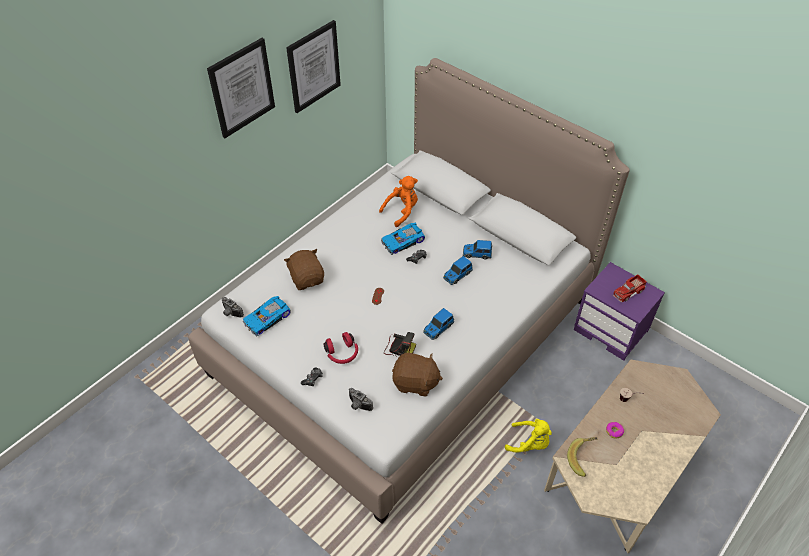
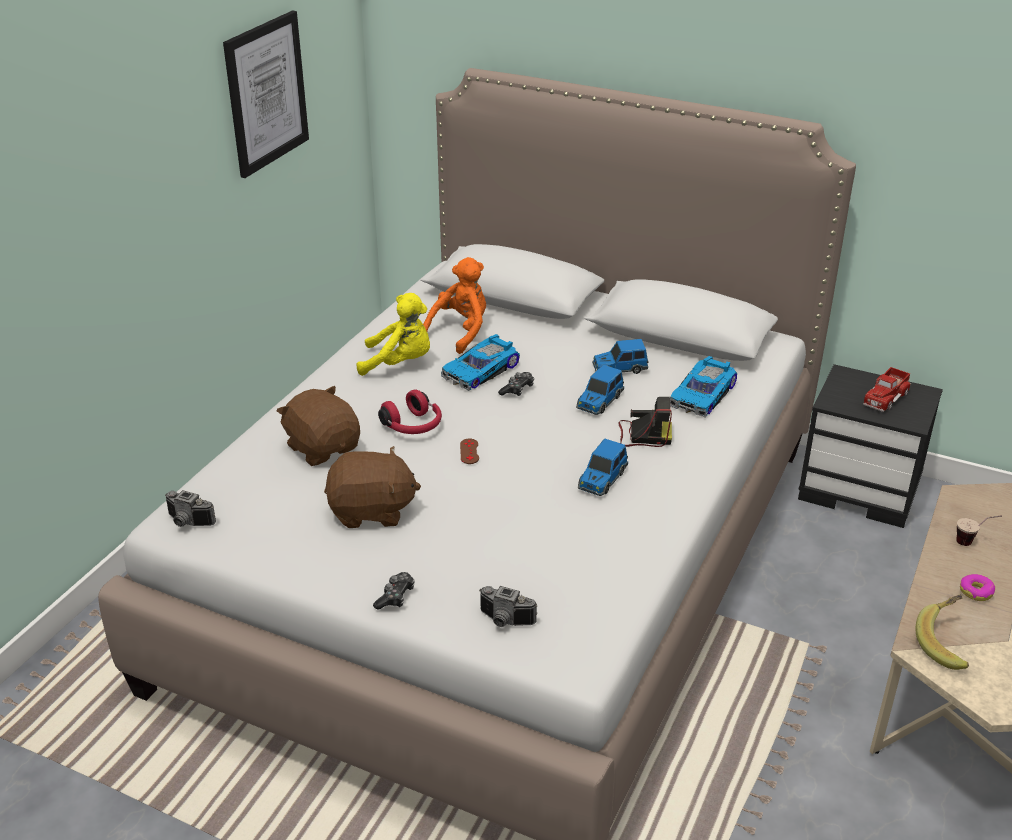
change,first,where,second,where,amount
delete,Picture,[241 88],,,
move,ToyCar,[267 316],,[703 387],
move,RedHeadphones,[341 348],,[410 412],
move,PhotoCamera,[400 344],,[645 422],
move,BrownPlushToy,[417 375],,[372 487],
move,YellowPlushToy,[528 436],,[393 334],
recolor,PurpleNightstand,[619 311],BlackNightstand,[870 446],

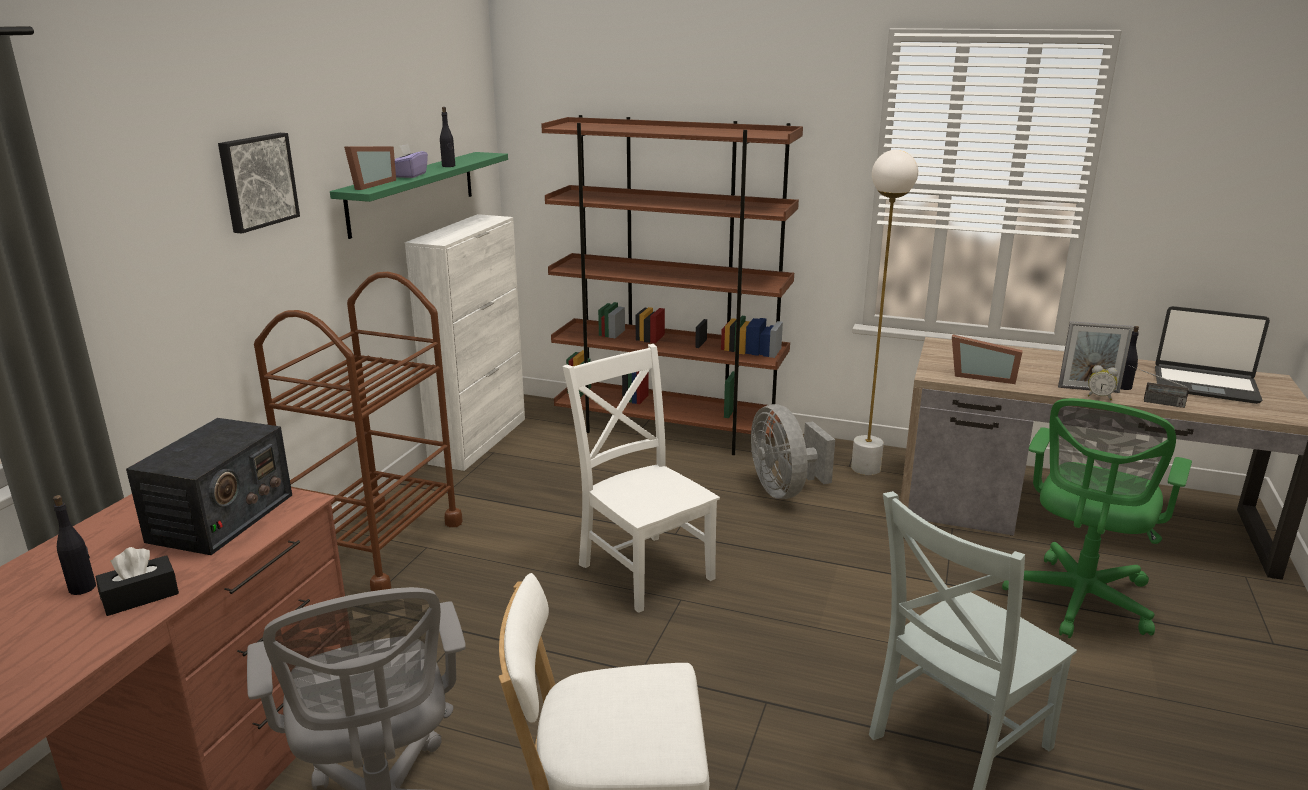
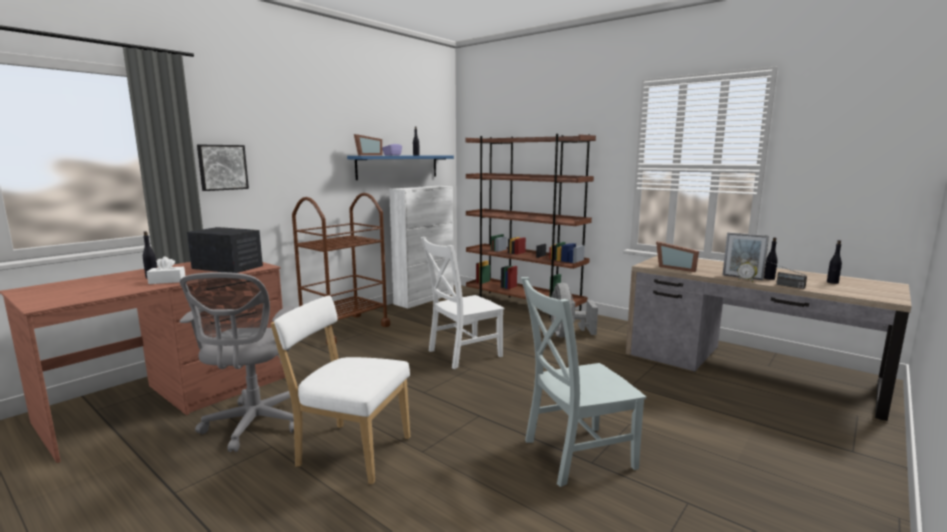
change,first,where,second,where,amount
delete,WhiteFloorLamp,[884 312],,,
delete,GreenOfficeChair,[1097 518],,,
move,Picture,[259 183],,[223 168],
replace,Laptop,[1212 355],BlackBottle,[834 262],
recolor,BlackTissueBox,[137 581],WhiteTissueBox,[166 270],
recolor,GreenShelf,[419 195],BlueShelf,[400 168],
rotate,Radio,[209 486],,[225 250],105 degrees counterclockwise
rotate,WhiteChair,[641 478],,[462 303],105 degrees counterclockwise

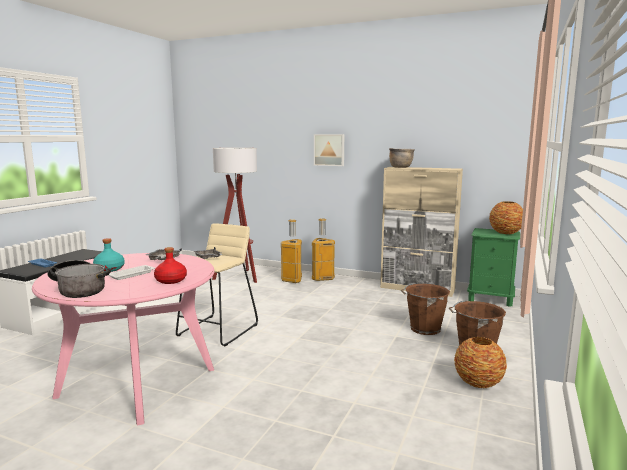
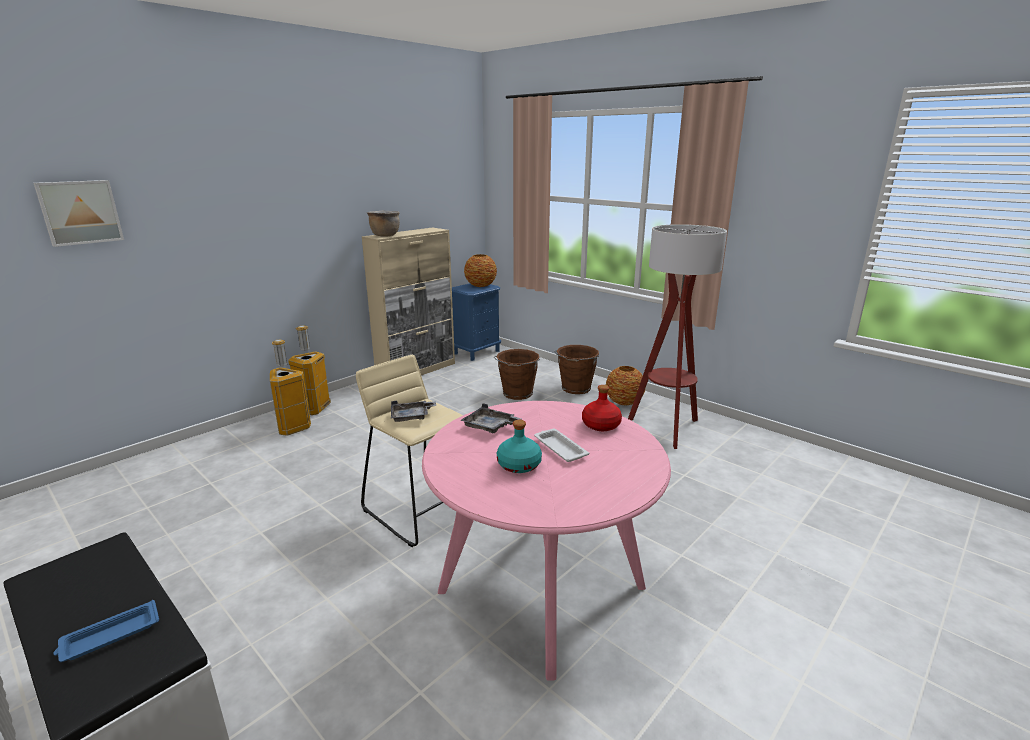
change,first,where,second,where,amount
delete,CookingPot,[79 279],,,
move,FloorLamp,[234 215],,[677 336],
move,Picture,[329 150],,[79 213],
recolor,GreenNightstand,[493 267],BlueNightstand,[476 322],

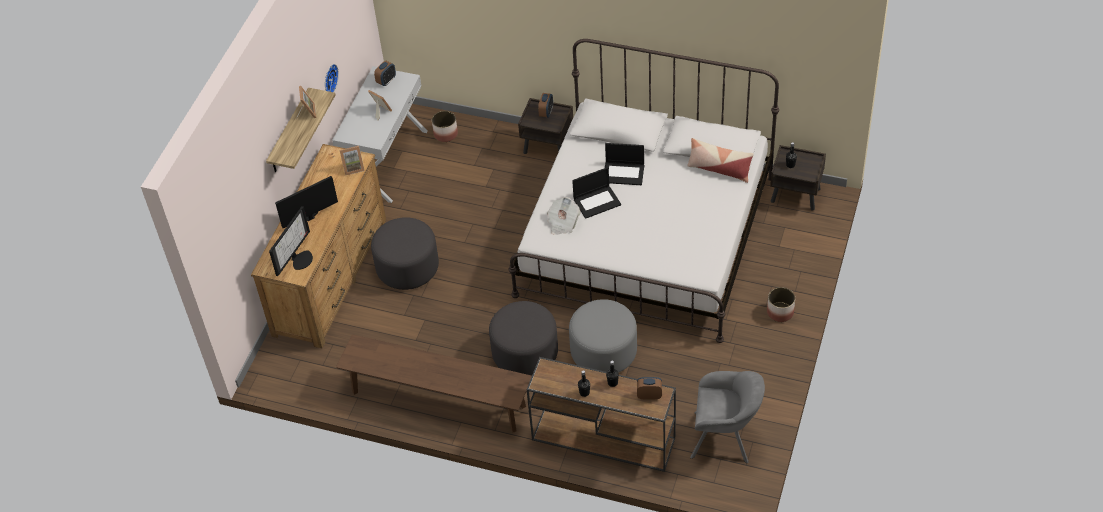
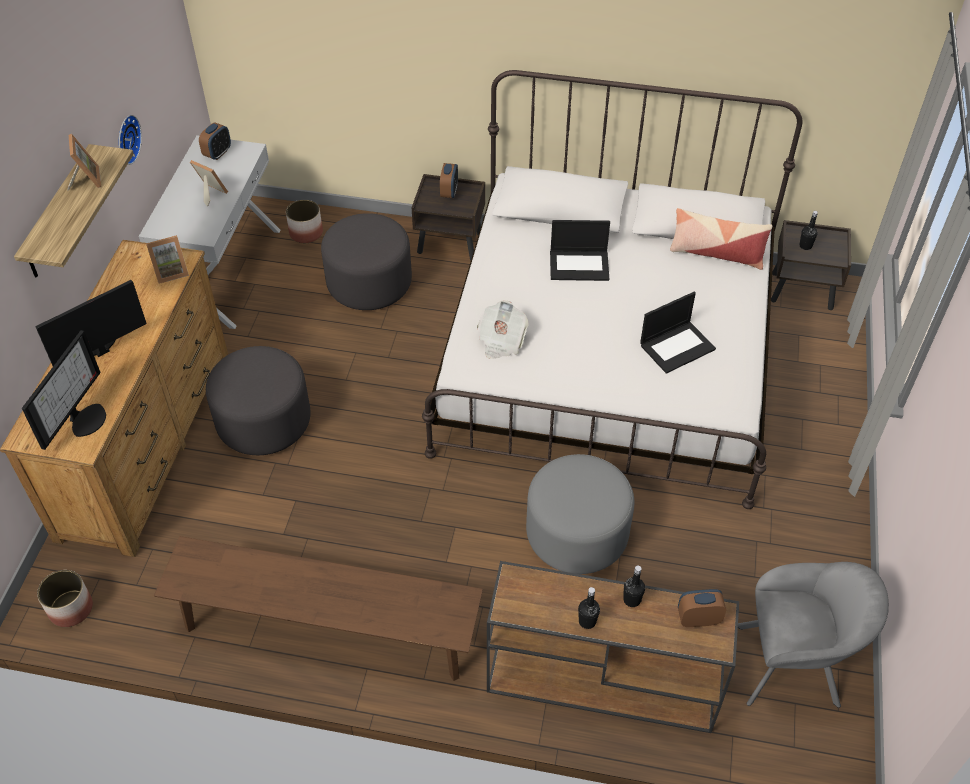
change,first,where,second,where,amount
move,GreyOttoman,[523 338],,[366 261],
move,Laptop,[596 193],,[678 333],
move,Planter,[781 304],,[65 598],

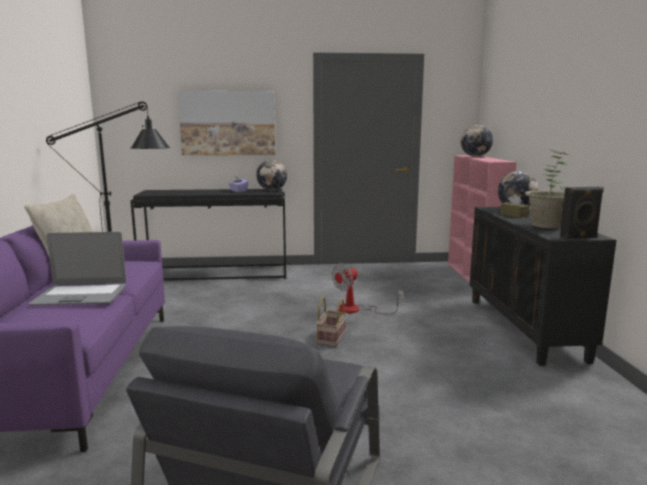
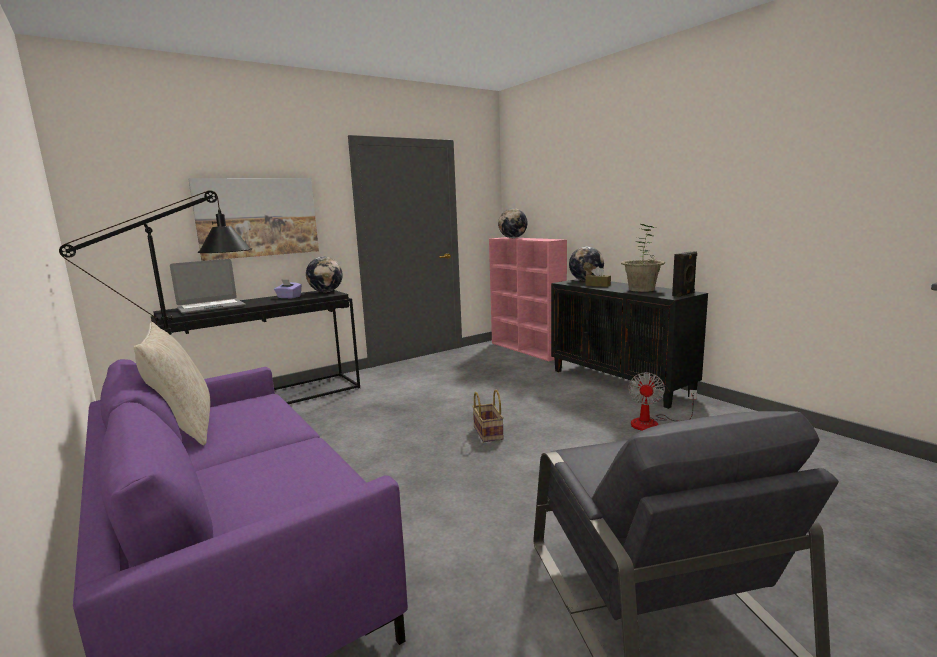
change,first,where,second,where,amount
move,Laptop,[77 268],,[207 286],
move,Fan,[367 289],,[662 401],

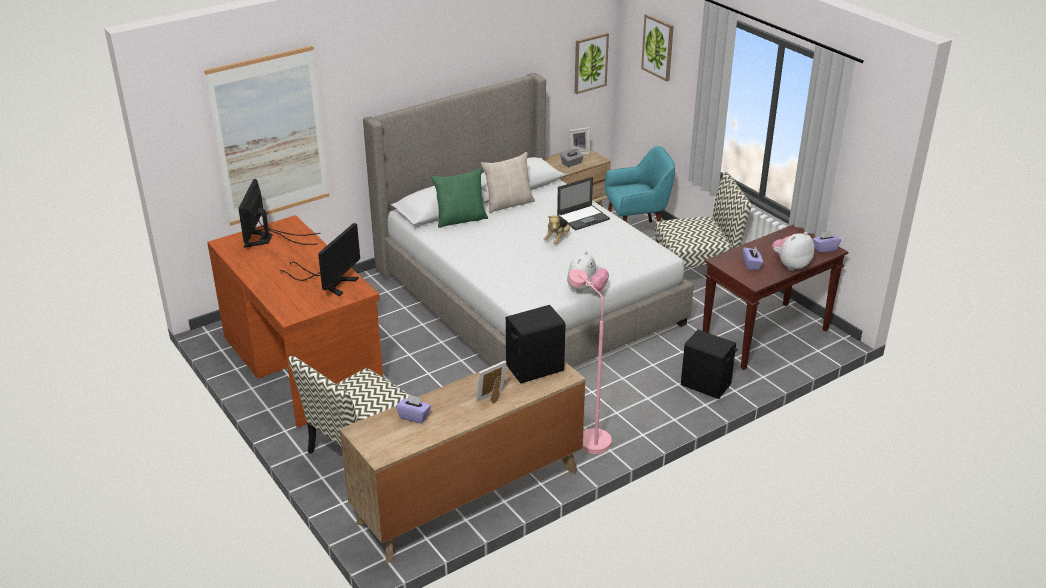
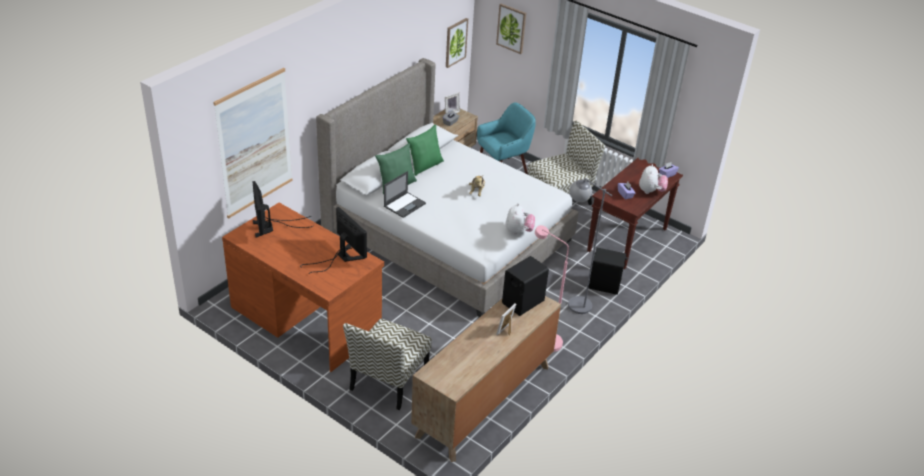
change,first,where,second,where,amount
delete,PurpleTissueBox,[413 409],,,
insert,,,GreyFloorLamp,[590 246],
move,Laptop,[583 204],,[405 194],
recolor,BeigePillow,[508 182],GreenPillow,[425 150],
rotate,Monitor,[320 259],,[333 240],45 degrees counterclockwise
rotate,PlushToy,[793 251],,[653 179],150 degrees clockwise

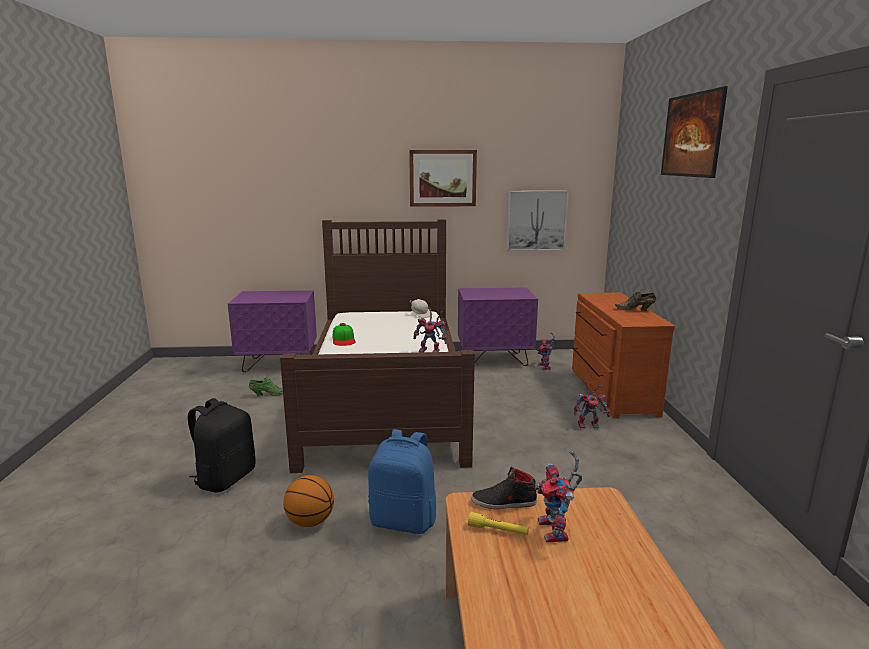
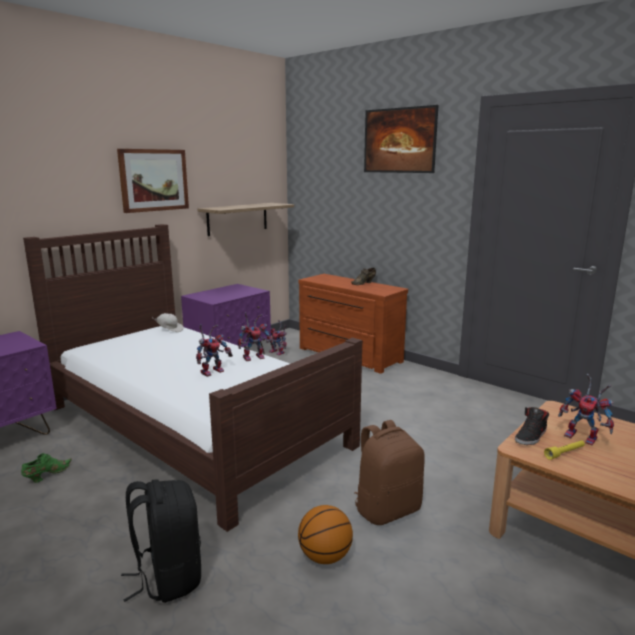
change,first,where,second,where,amount
delete,Cap,[344 334],,,
move,ToyRobot,[592 404],,[214 350],
replace,Picture,[538 221],Shelf,[245 219],
recolor,BlueBackpack,[402 481],BrownBackpack,[390 472],

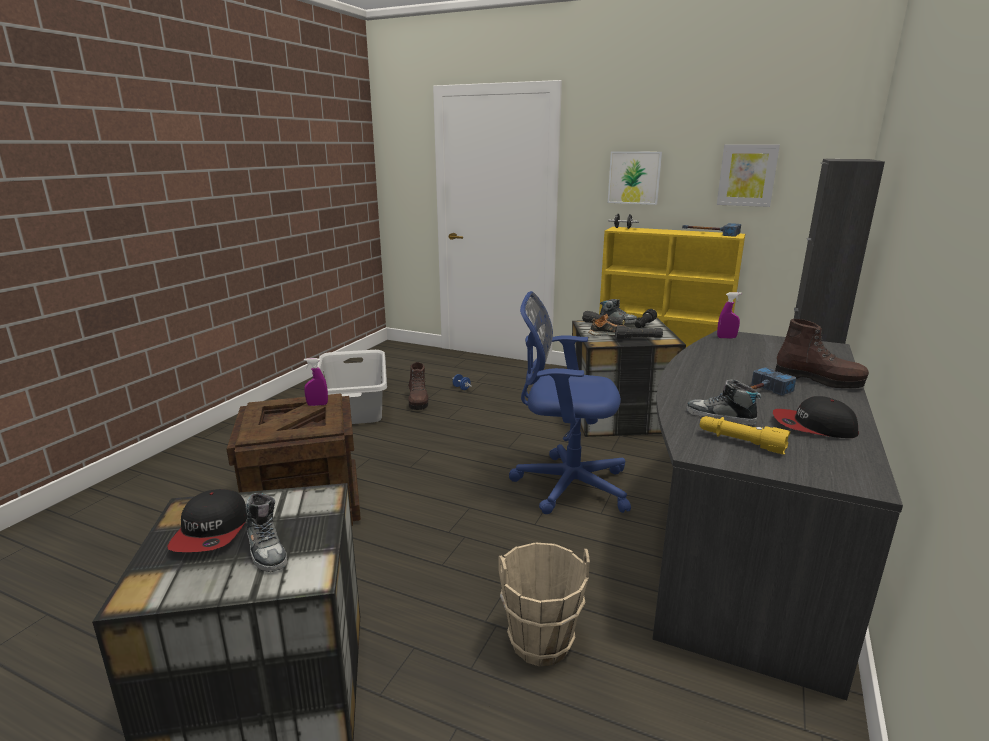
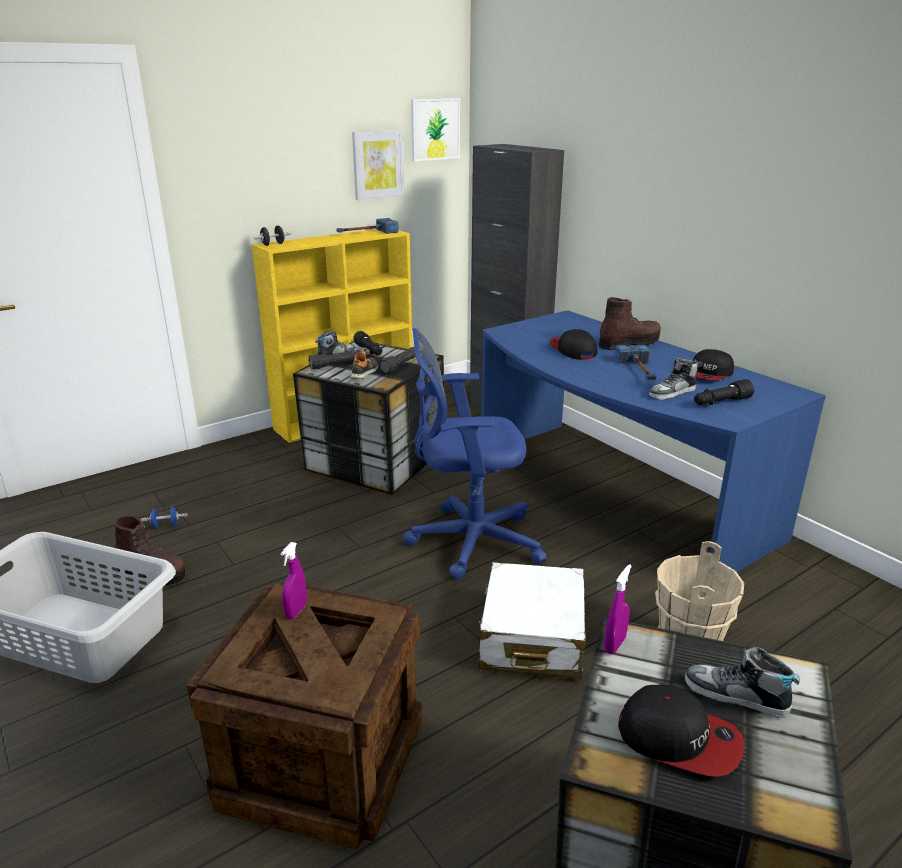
change,first,where,second,where,amount
insert,,,WhiteSuitcase,[532 620],
insert,,,Cap,[573 344],
move,Picture,[635 178],,[435 129],
move,PurpleSprayBottle,[729 315],,[618 609],
recolor,GreyDesk,[778 515],BlueDesk,[653 441],
recolor,YellowFlashlight,[745 435],BlackFlashlight,[724 392],
rotate,Shoe,[267 532],,[742 682],150 degrees counterclockwise
rotate,BlueOfficeChair,[570 402],,[474 454],45 degrees clockwise

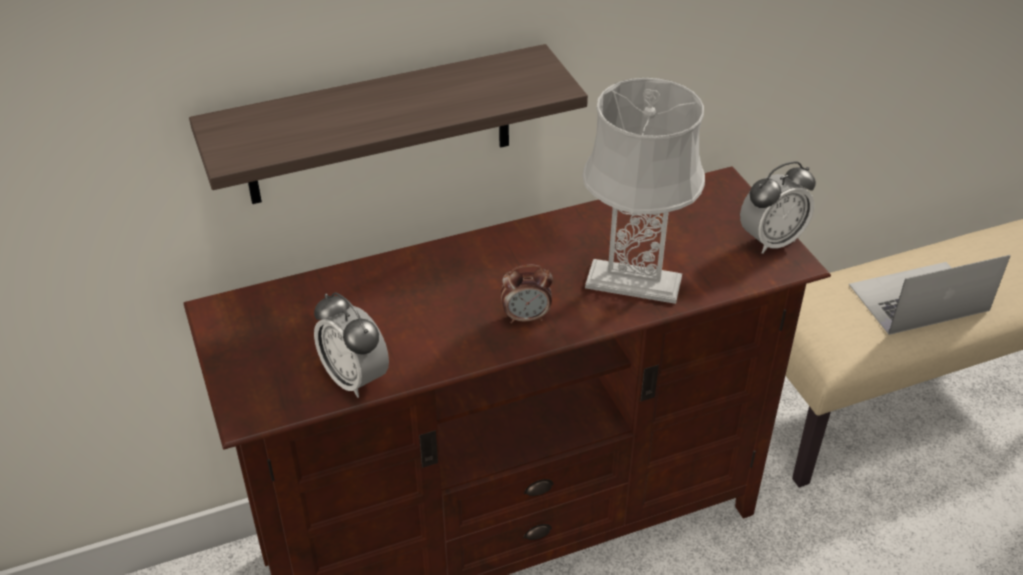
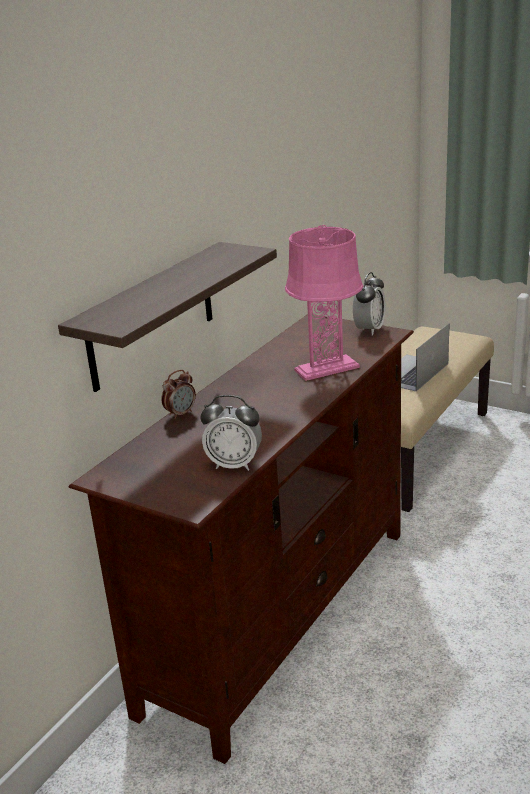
change,first,where,second,where,amount
move,AlarmClock,[527 294],,[178 394],
recolor,GreyTableLamp,[643 191],PinkTableLamp,[324 303],

